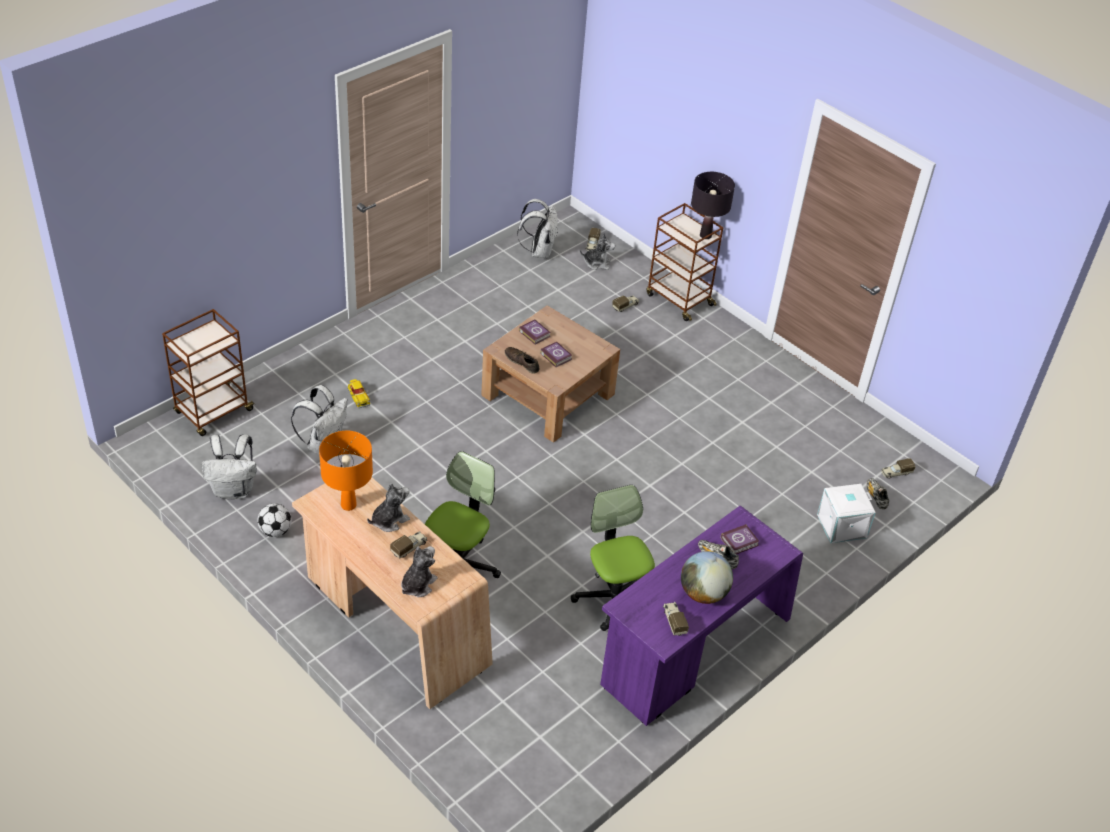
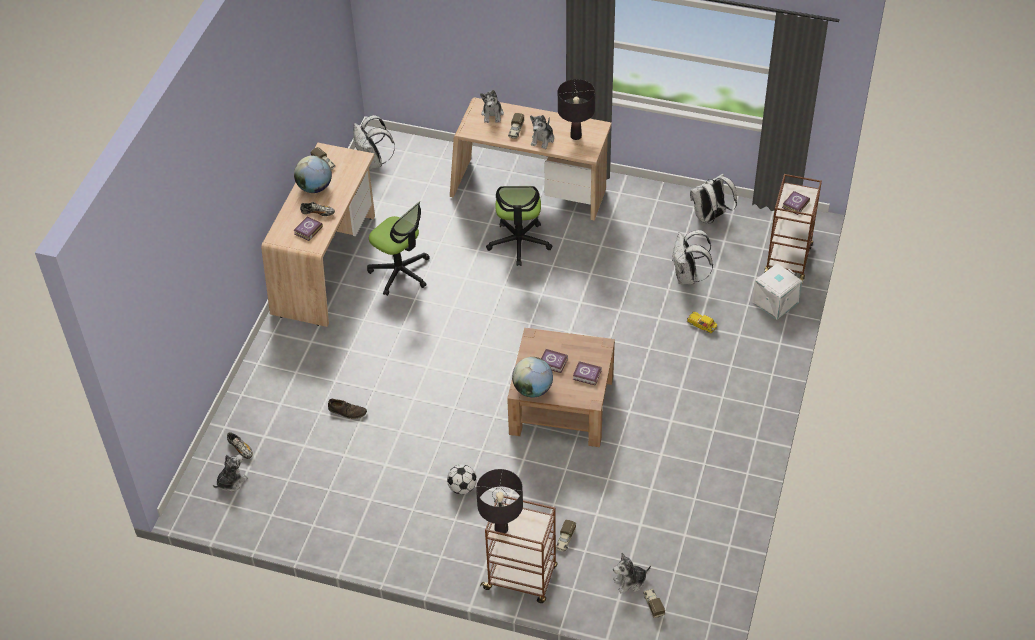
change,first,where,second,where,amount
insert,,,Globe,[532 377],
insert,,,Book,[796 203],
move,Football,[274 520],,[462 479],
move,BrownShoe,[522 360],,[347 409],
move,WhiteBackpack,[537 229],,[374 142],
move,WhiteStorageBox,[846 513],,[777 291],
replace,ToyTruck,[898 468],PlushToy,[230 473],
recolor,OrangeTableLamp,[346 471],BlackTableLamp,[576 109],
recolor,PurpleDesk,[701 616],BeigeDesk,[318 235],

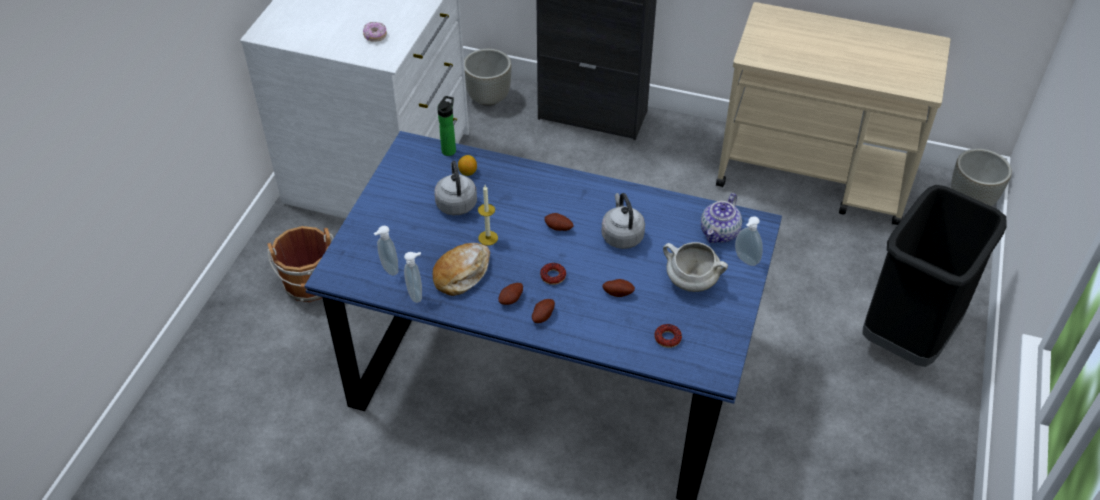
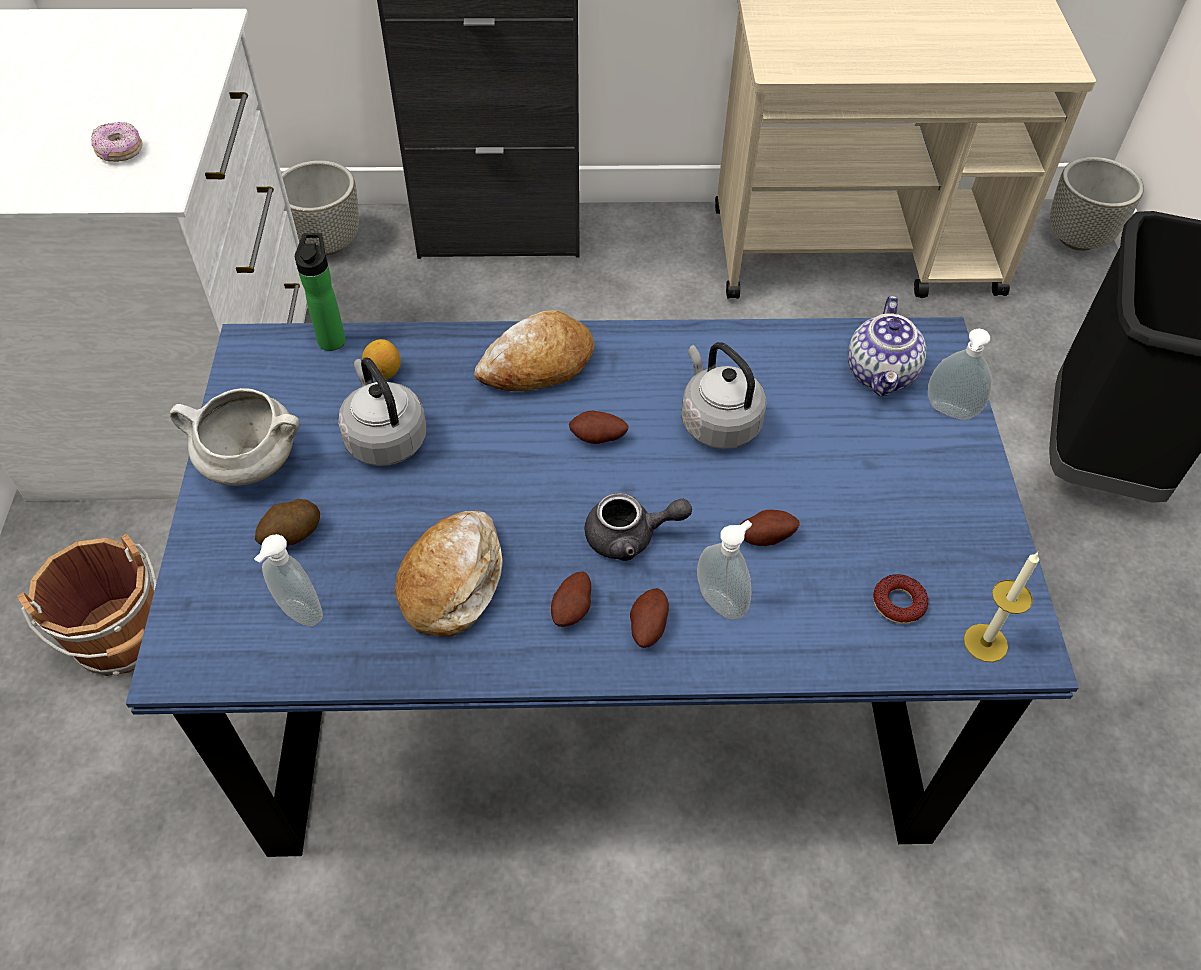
change,first,where,second,where,amount
insert,,,Potato,[287 522],
insert,,,Bread,[534 350],
move,SoapDispenser,[413 277],,[724 569],
move,Candle,[488 215],,[1001 607],
move,WhiteCookingPot,[695 267],,[234 437],
replace,Donut,[553 274],GreyTeapot,[638 527],

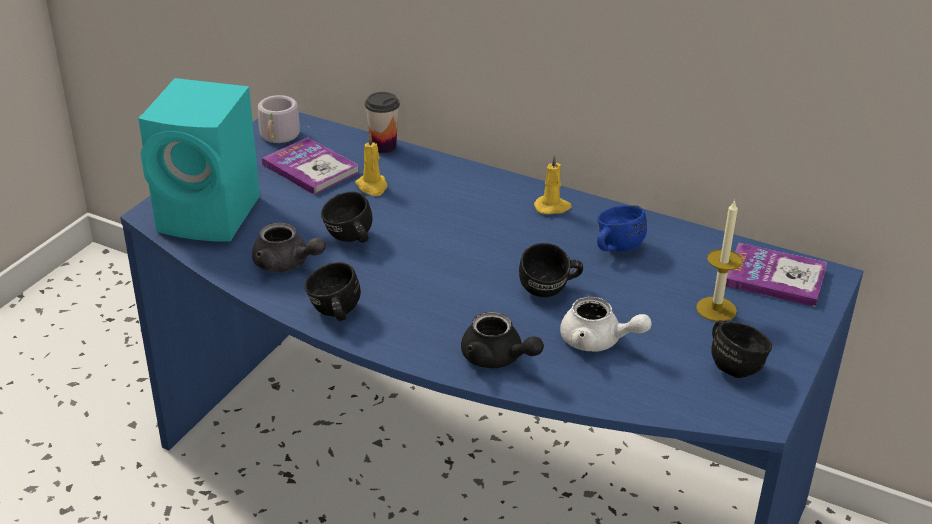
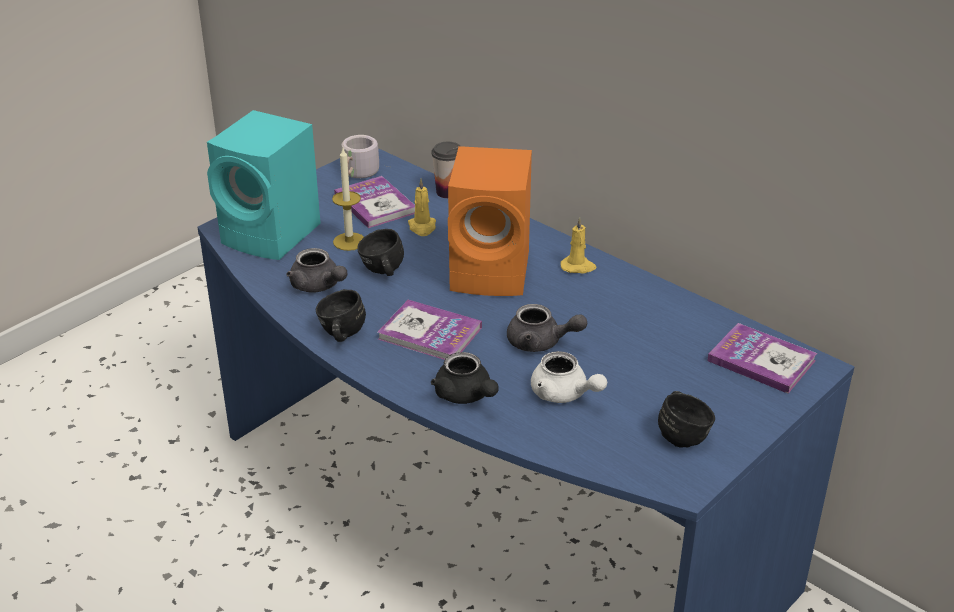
change,first,where,second,where,amount
delete,BlueMug,[622 228],,,
insert,,,Book,[430 330],
insert,,,OrangeSpeaker,[490 221],
move,Candle,[719 260],,[348 200],
replace,BlackMug,[551 270],GreyTeapot,[547 328],

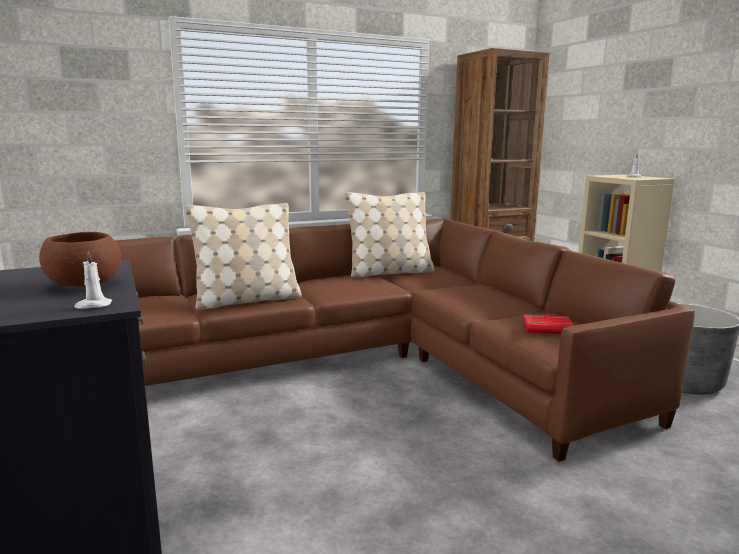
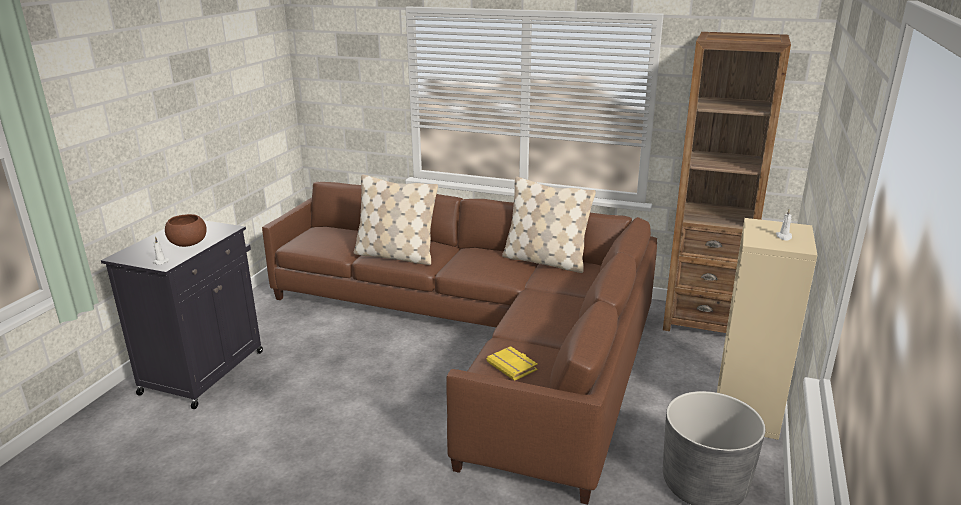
change,first,where,second,where,amount
recolor,RedBook,[549 324],YellowBook,[512 363],

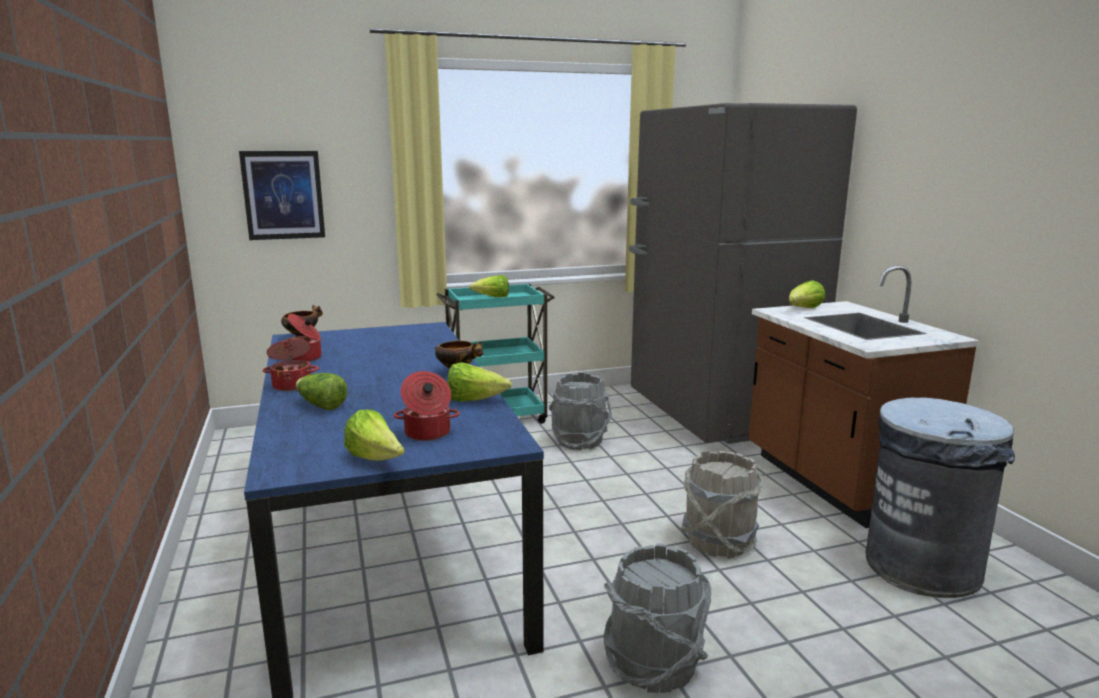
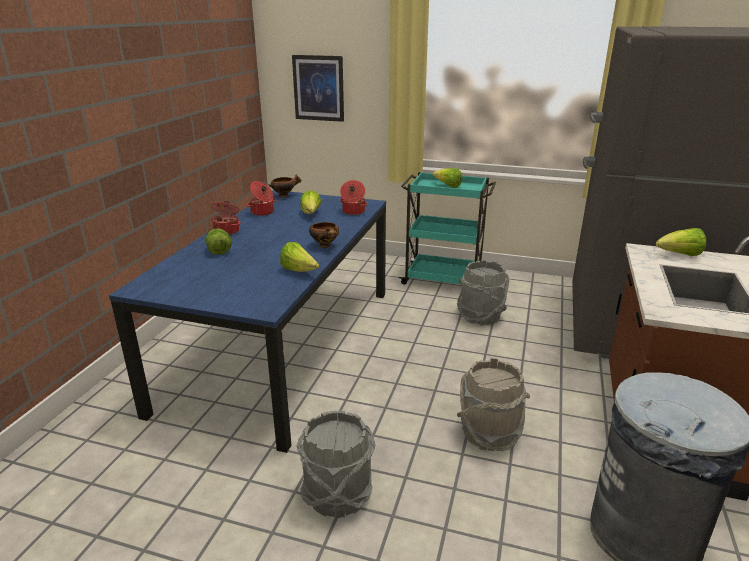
change,first,where,second,where,amount
move,Lettuce,[374 435],,[310 202],
move,CookingPot,[427 406],,[353 197],

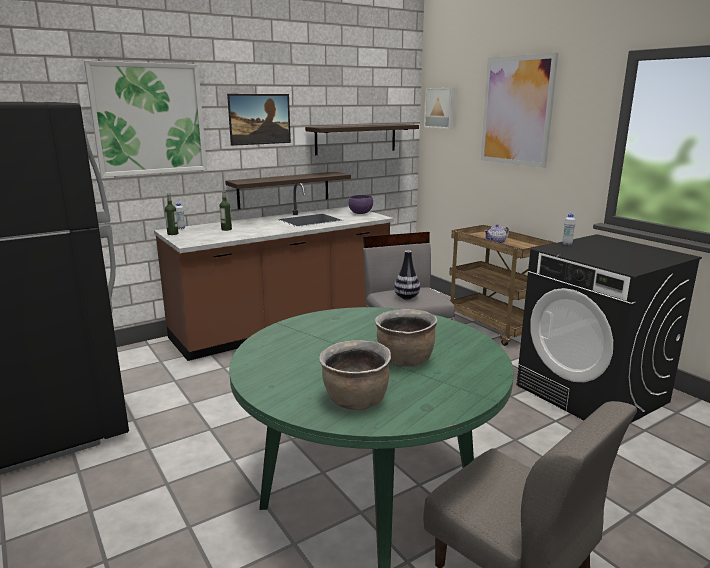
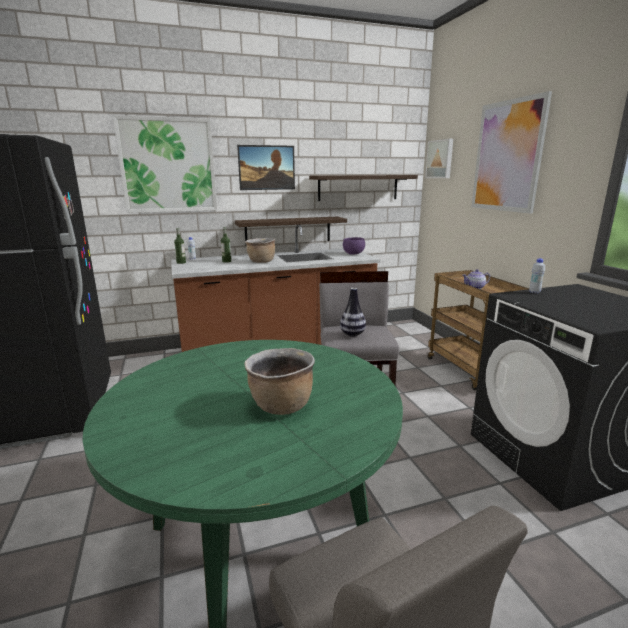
change,first,where,second,where,amount
move,BrownCookingPot,[355 375],,[260 250],

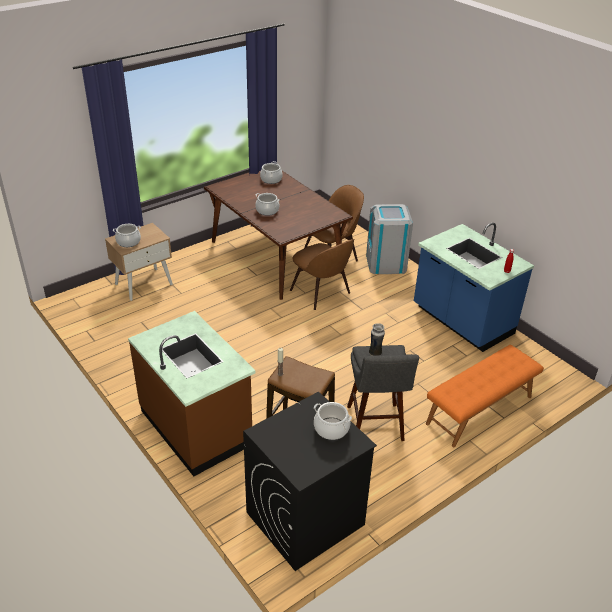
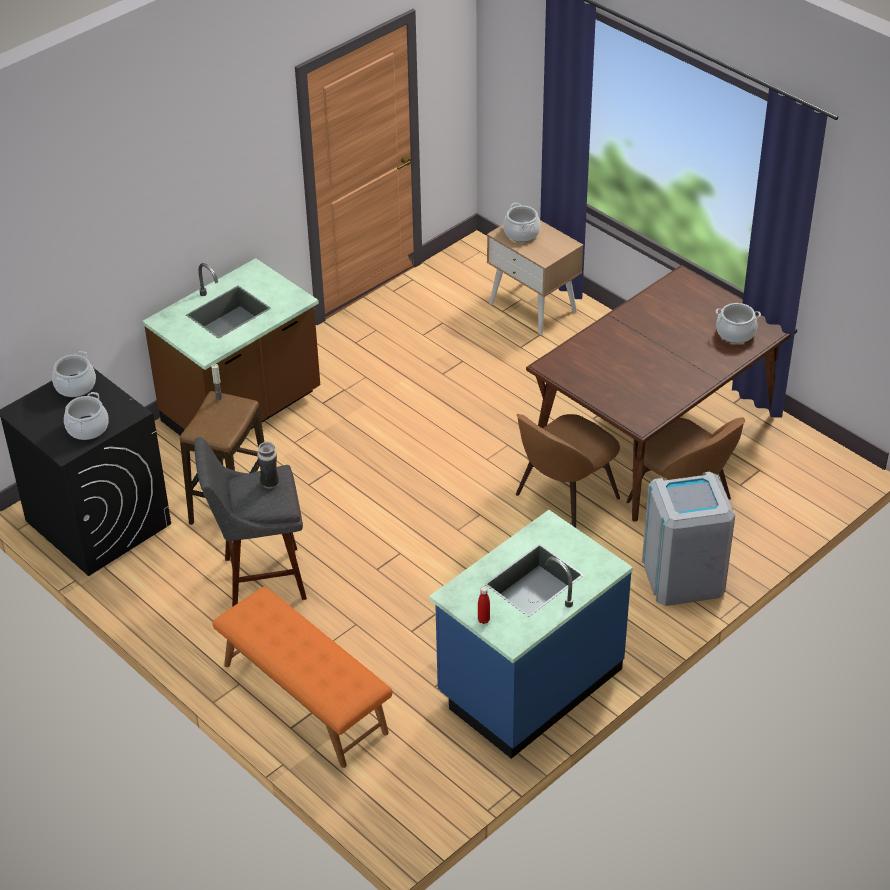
change,first,where,second,where,amount
move,CookingPot,[267 204],,[74 374],

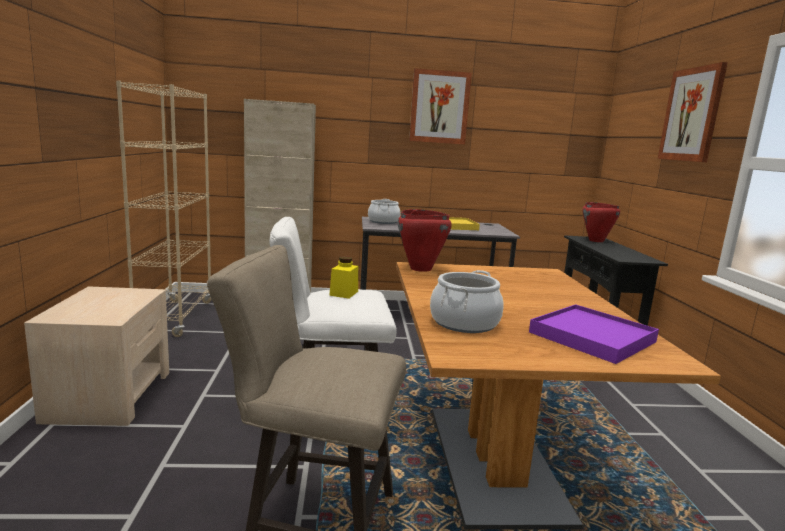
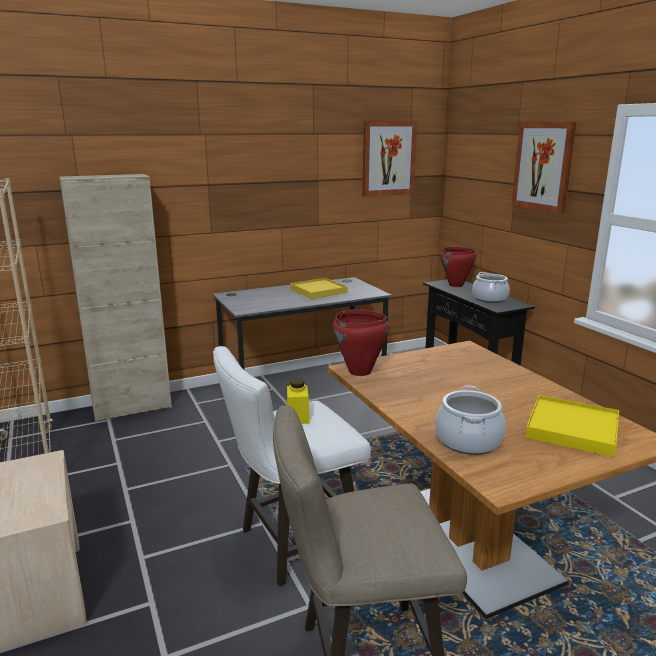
change,first,where,second,where,amount
move,CookingPot,[384 211],,[491 287],
move,Picture,[440 106],,[389 159],
recolor,PurpleTray,[594 334],YellowTray,[572 426],

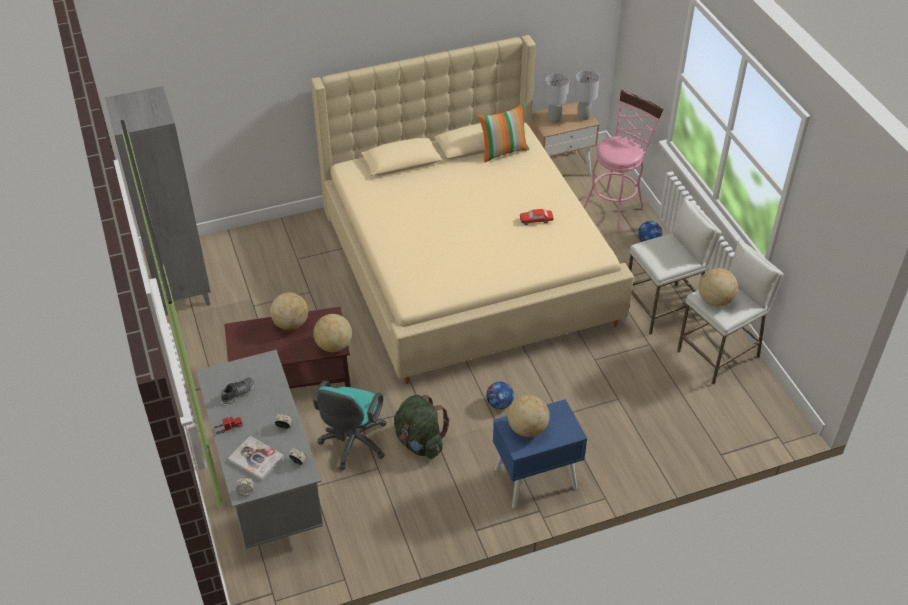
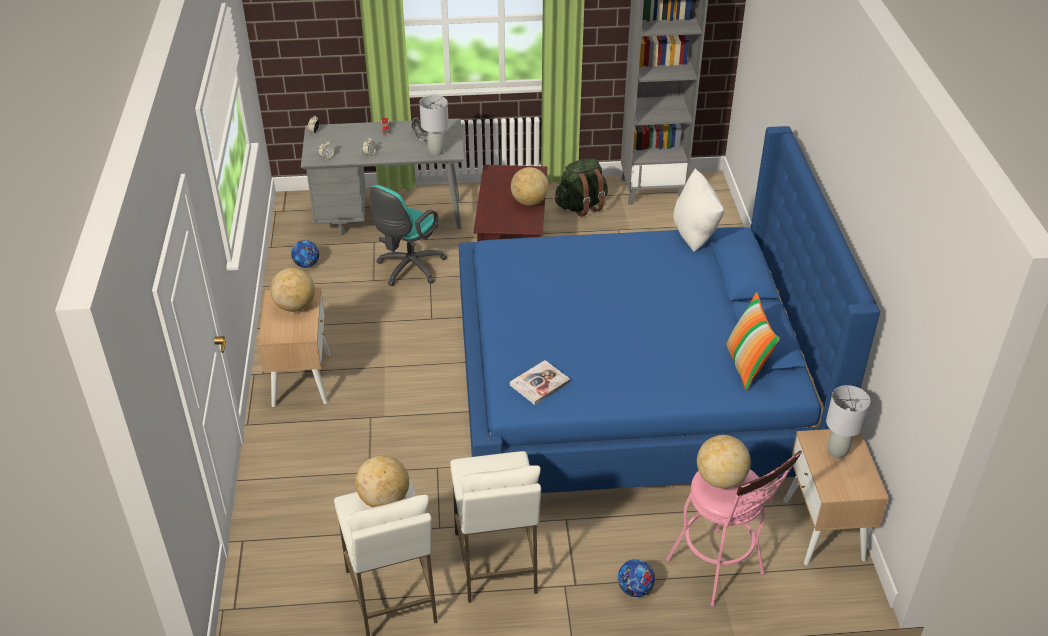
change,first,where,second,where,amount
delete,ToyCar,[536 217],,,
insert,,,WhitePillow,[698 209],
move,Book,[256 458],,[540 382],
move,Globe,[332 333],,[724 461],
move,GreenBackpack,[422 427],,[581 187],
move,Football,[500 395],,[305 254],
move,GreyTableLamp,[587 95],,[434 125],
recolor,BeigeBed,[472 209],BlueBed,[669 309],
recolor,BlueNightstand,[540 453],BeigeNightstand,[294 347],
rotate,TurquoiseOfficeChair,[350 425],,[408 235],90 degrees counterclockwise

